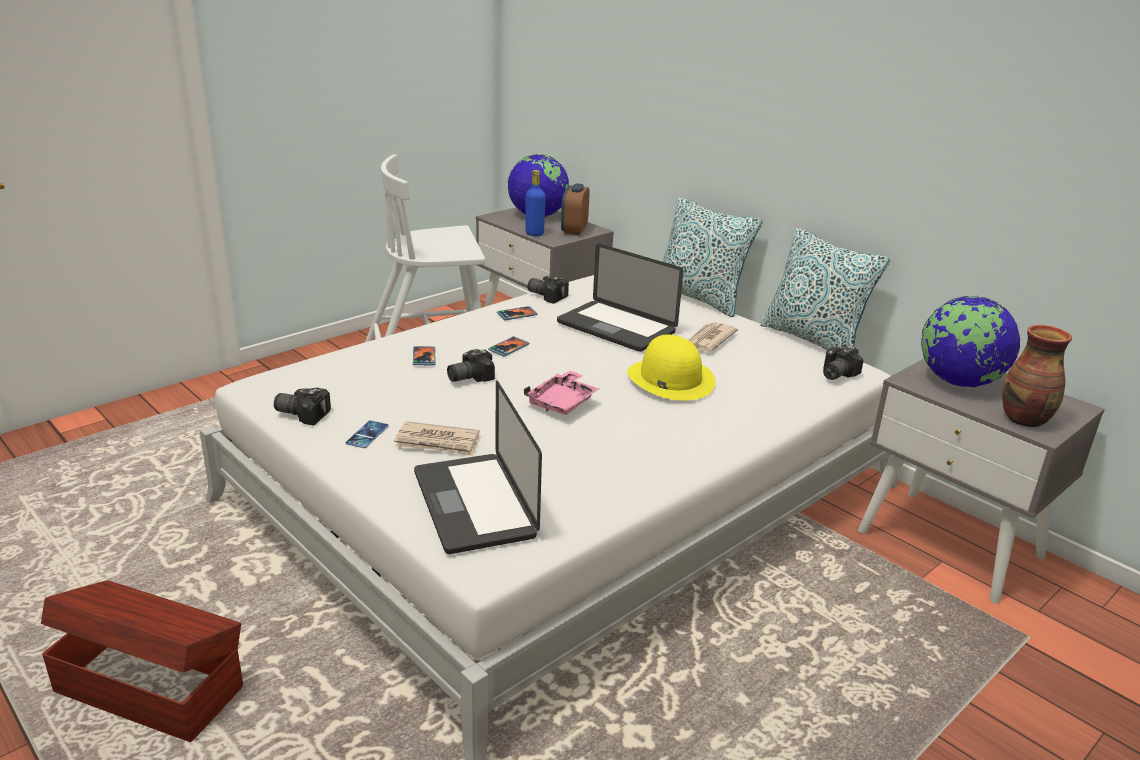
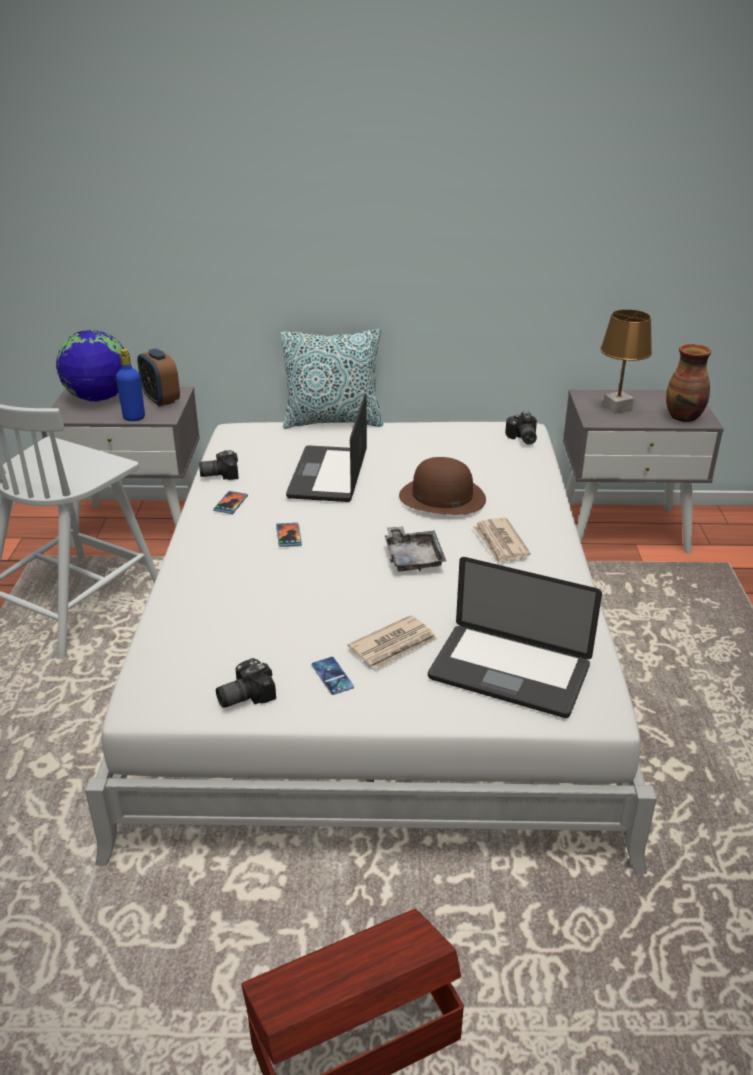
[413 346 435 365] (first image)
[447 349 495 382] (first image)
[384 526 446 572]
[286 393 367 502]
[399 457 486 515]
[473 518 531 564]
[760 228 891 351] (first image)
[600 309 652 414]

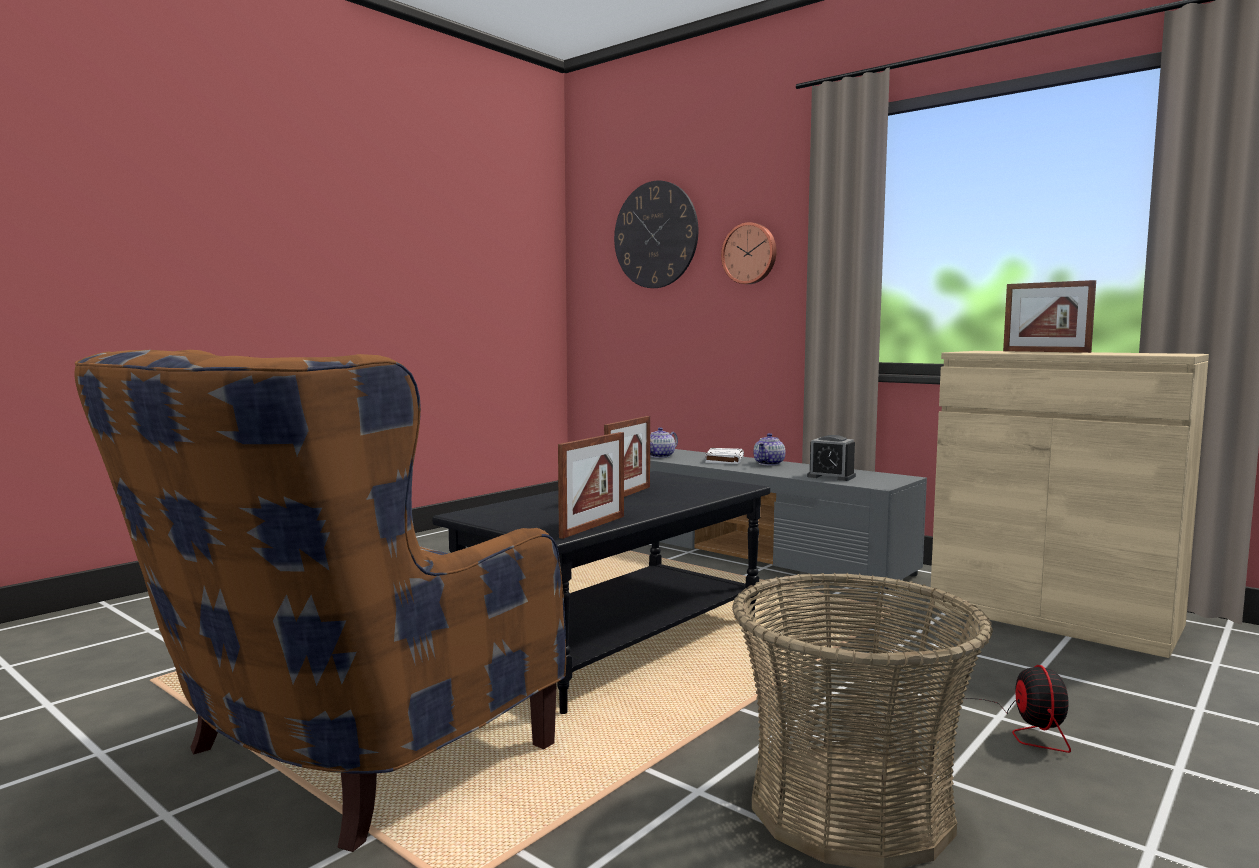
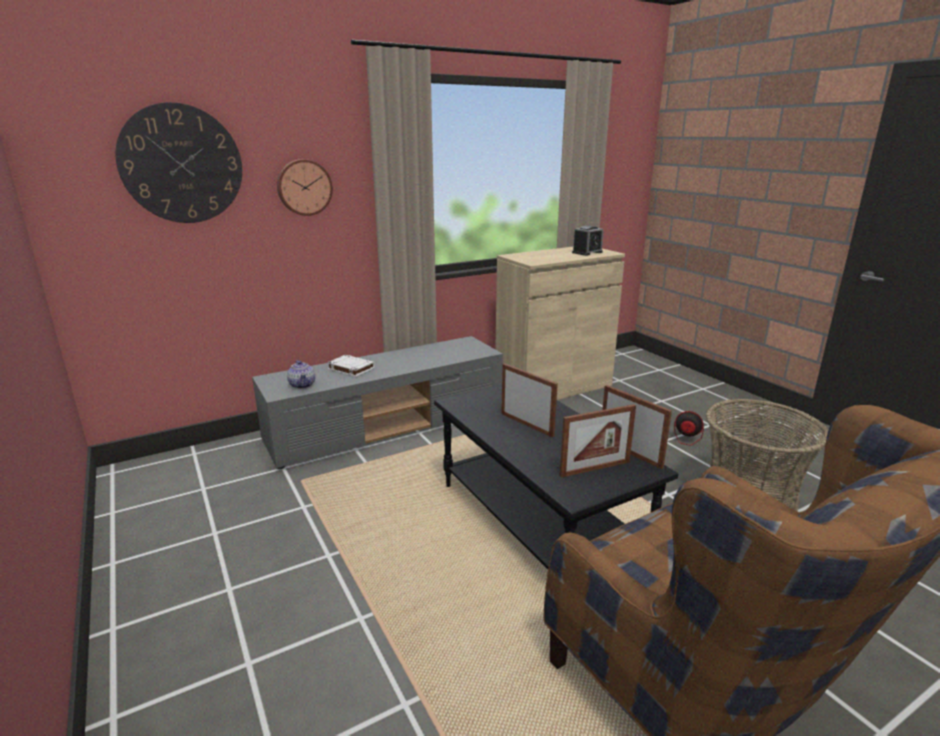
[753 433 785 466] (first image)
[572 225 604 256]
[560 404 636 478]

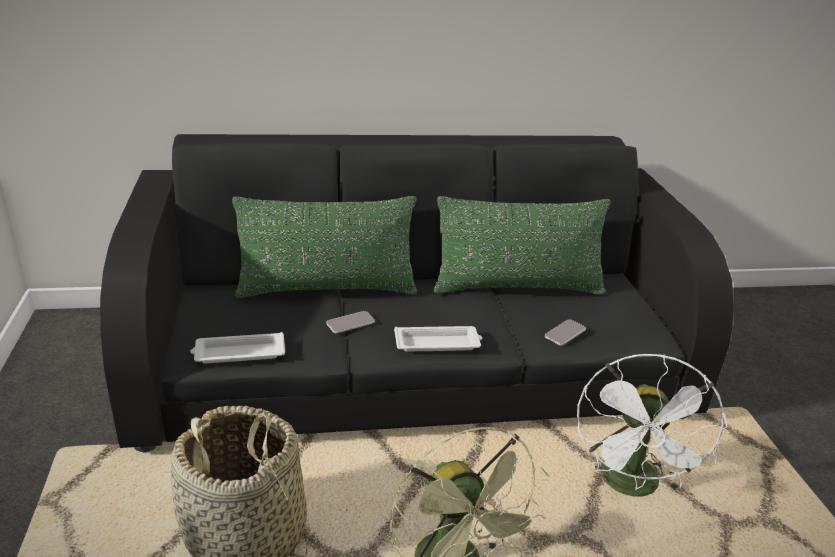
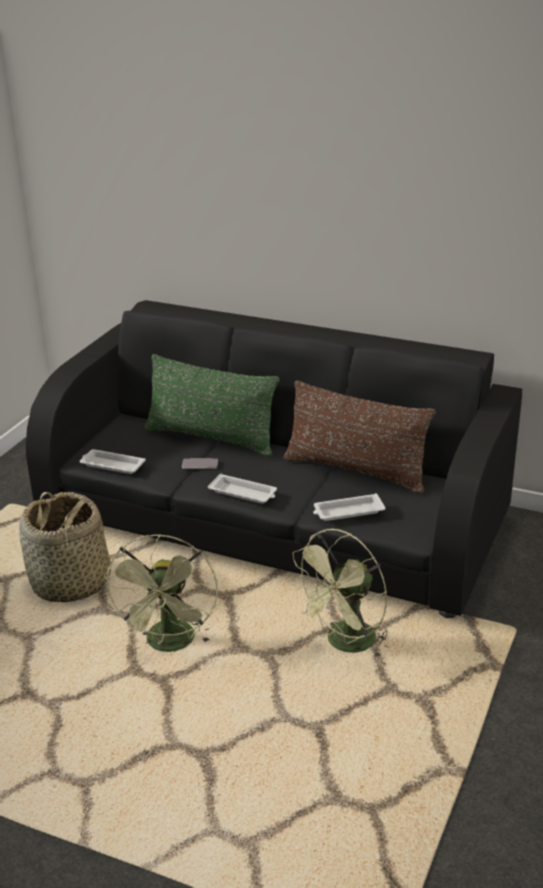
[284 380 436 493]
[313 493 386 521]
[289 529 388 658]

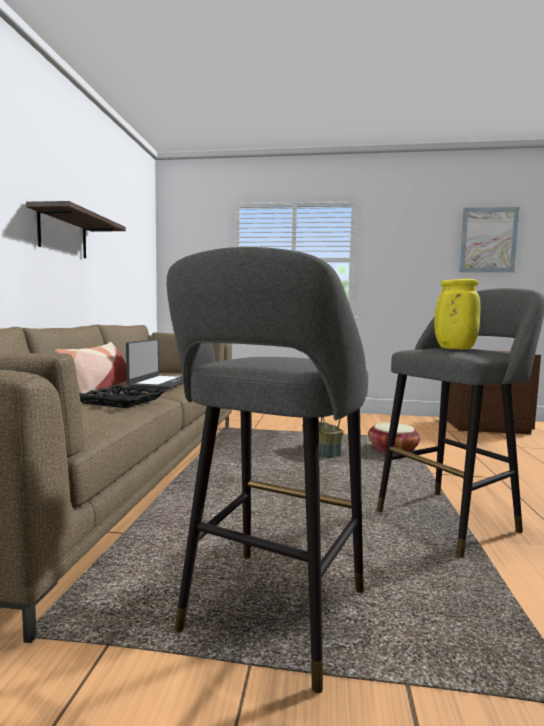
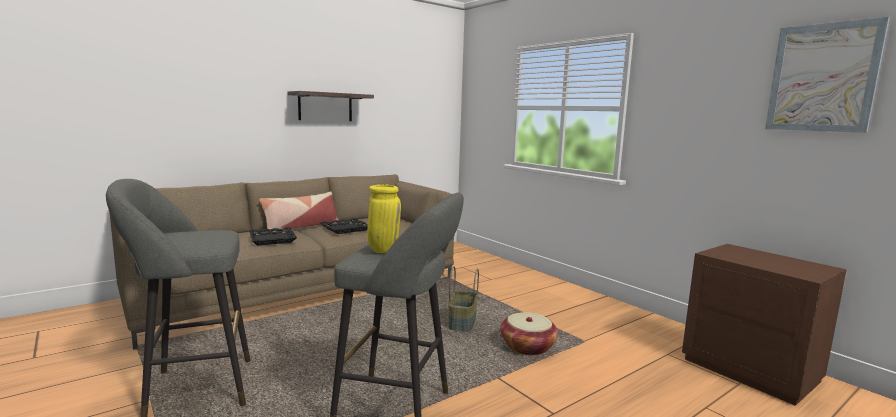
[320 218 368 234]

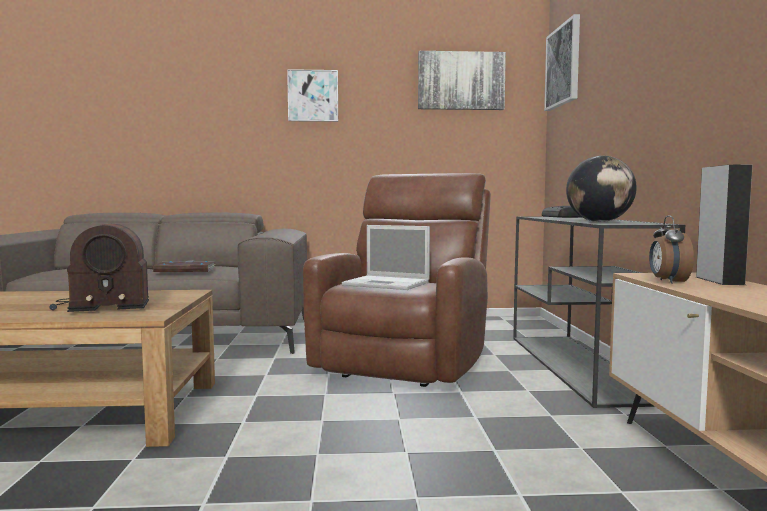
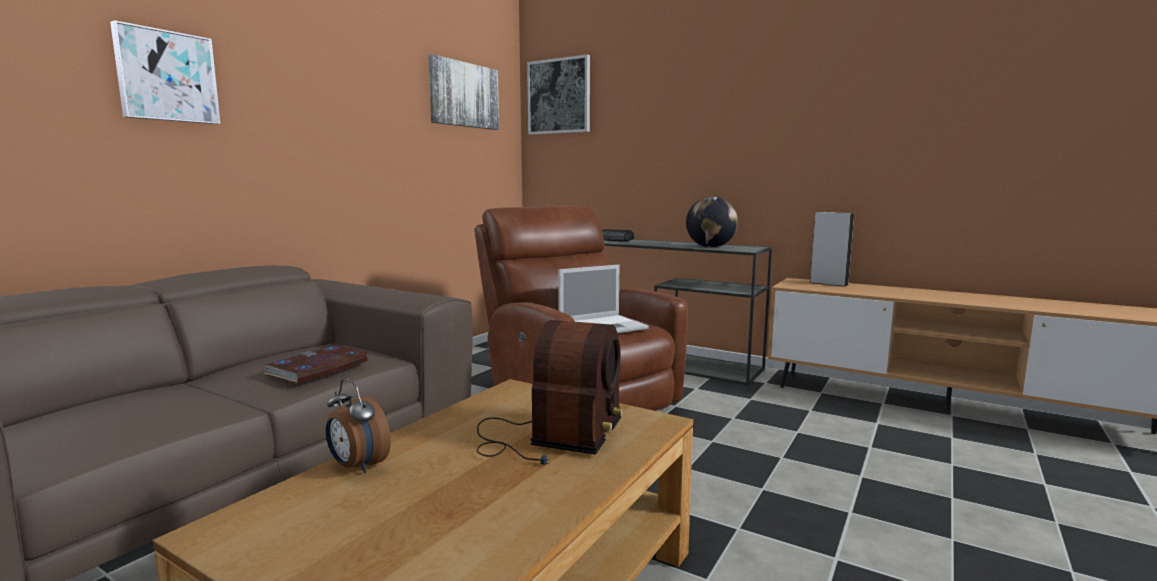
[110 20 220 124]
[326 379 391 473]

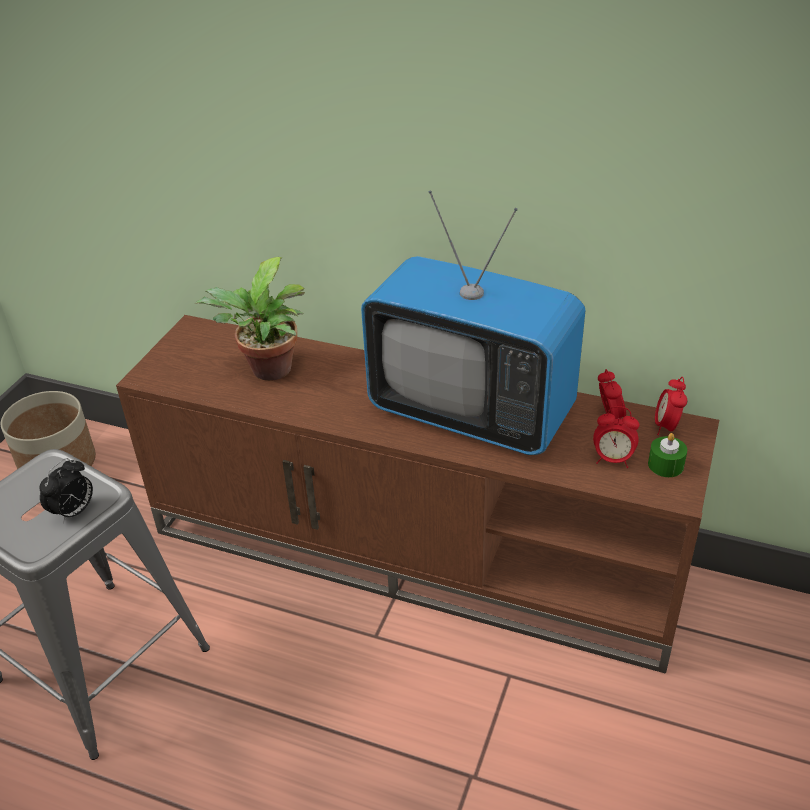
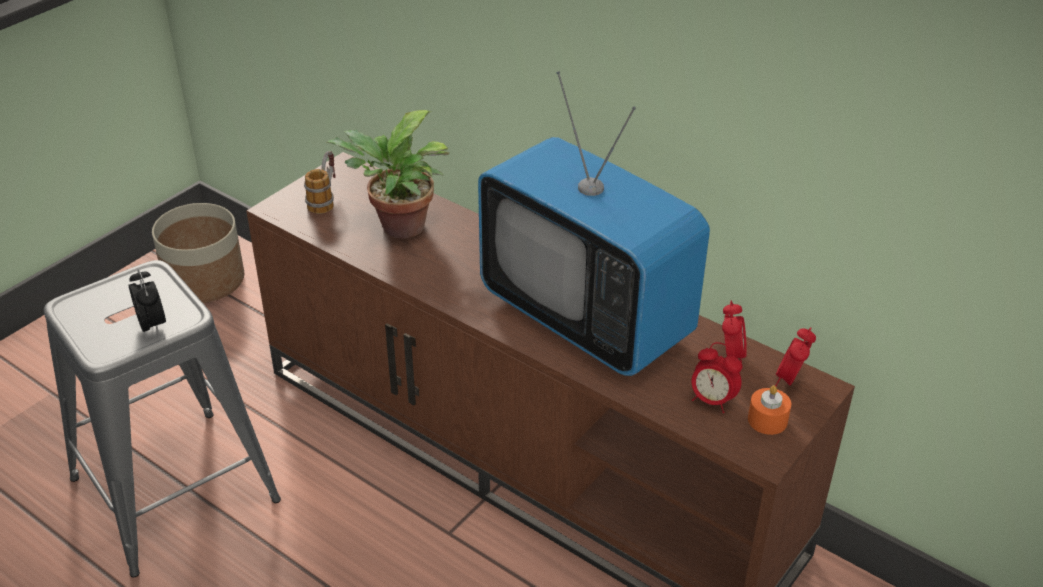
[129 268 166 334]
[748 385 791 435]
[304 151 336 214]

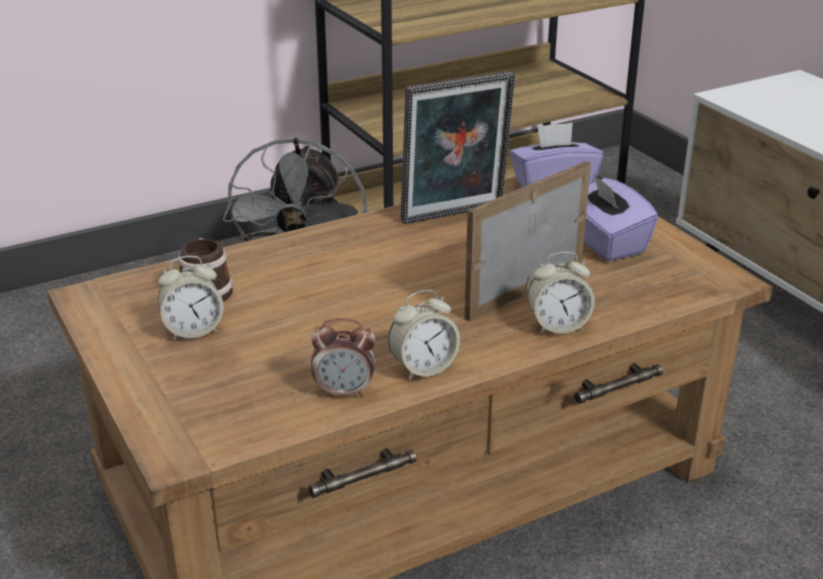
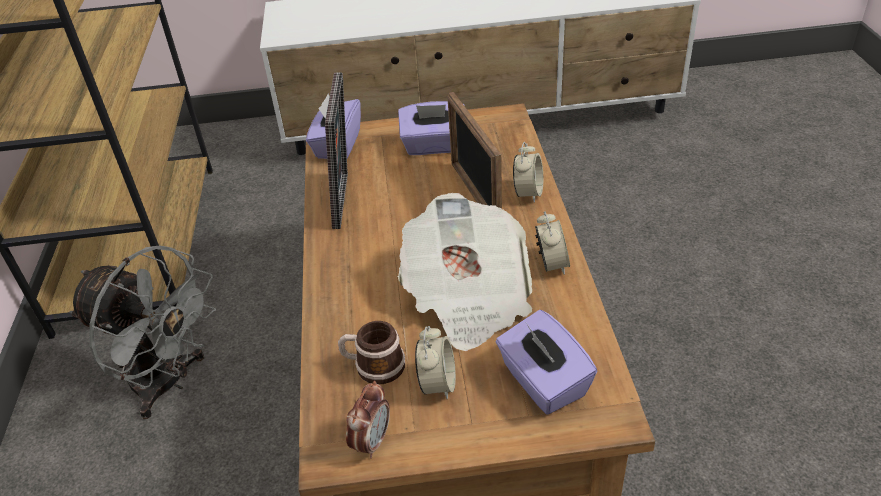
[346 381 390 459]
[398 193 532 351]
[496 310 597 415]

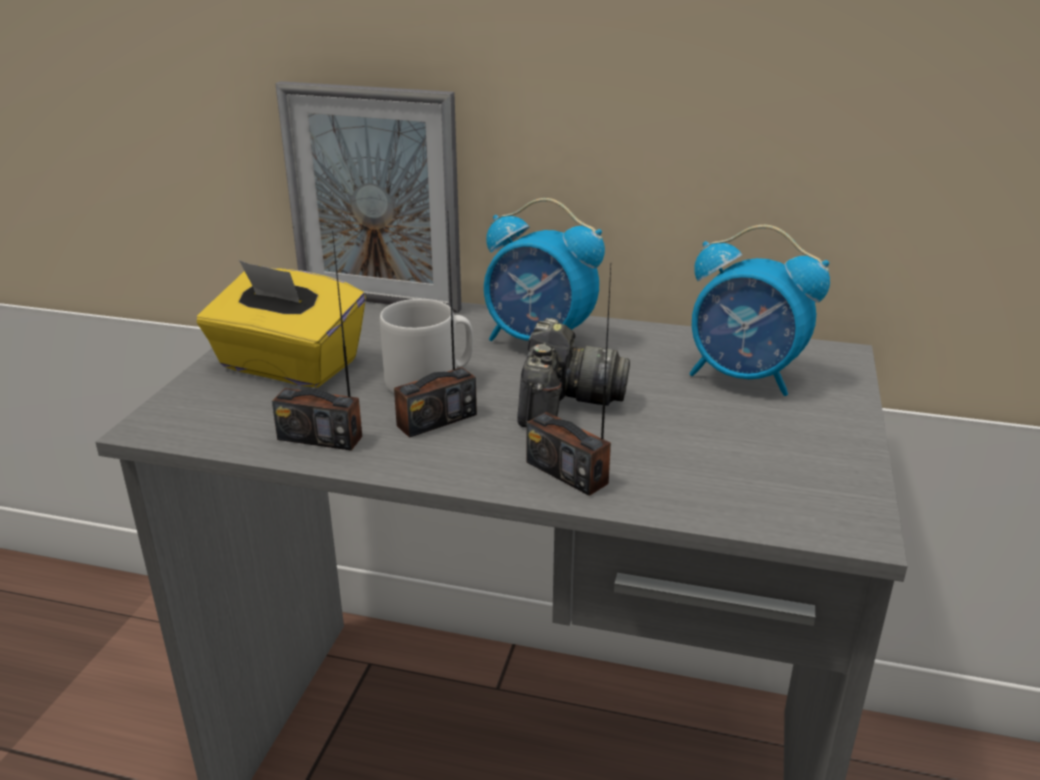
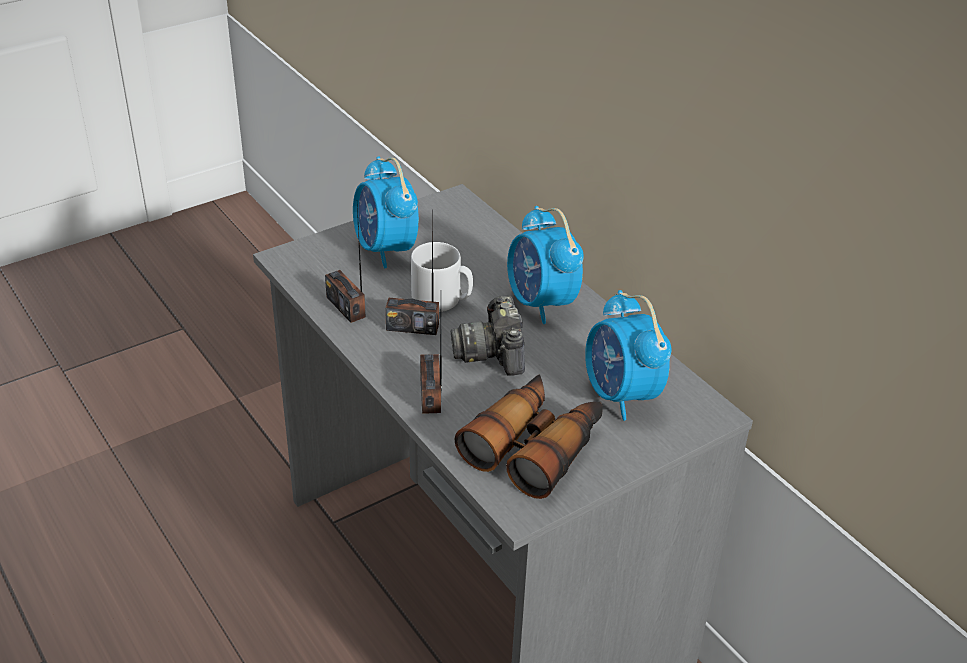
[353 156 419 268]
[275 81 462 313] (first image)
[451 295 525 376]
[454 374 603 499]

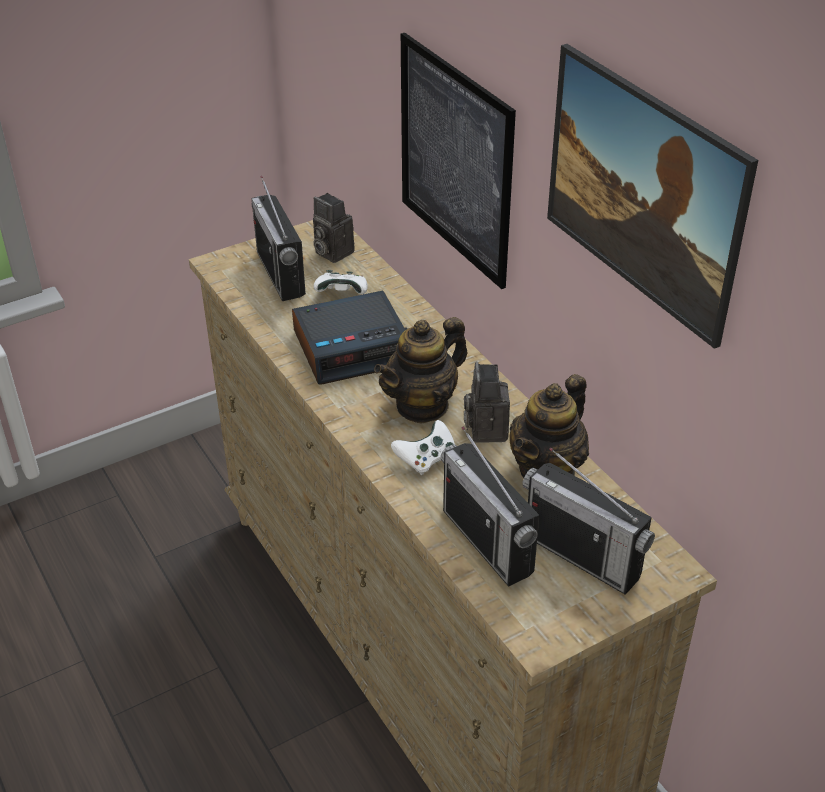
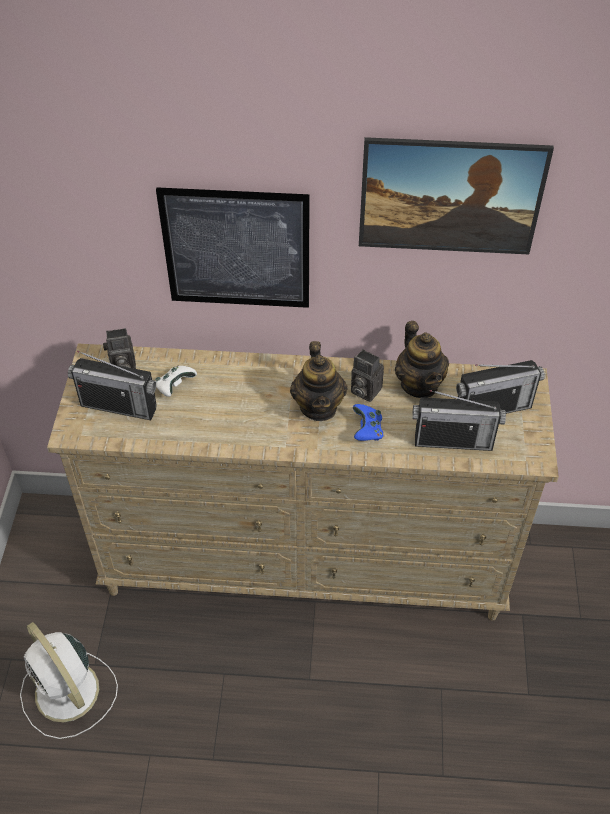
[292 291 407 385] (first image)
[353 404 383 441]
[20 622 118 739]

